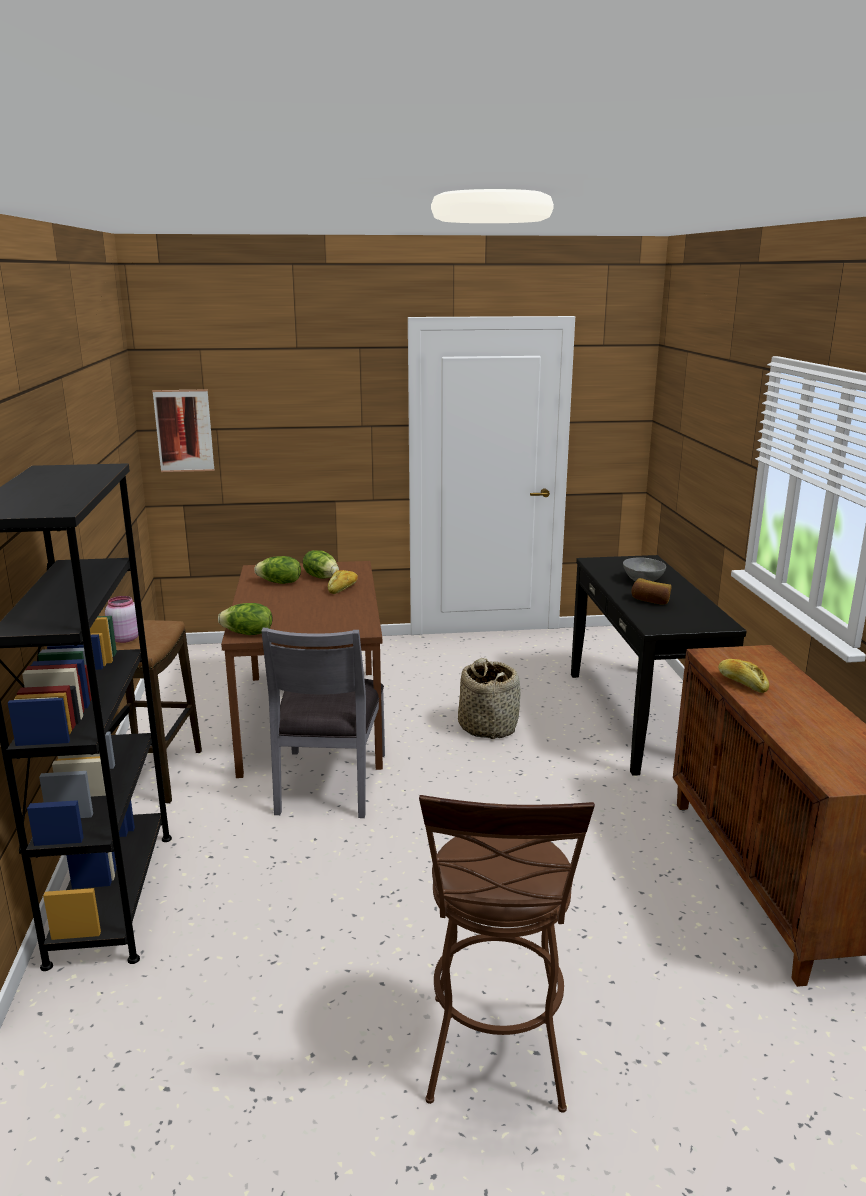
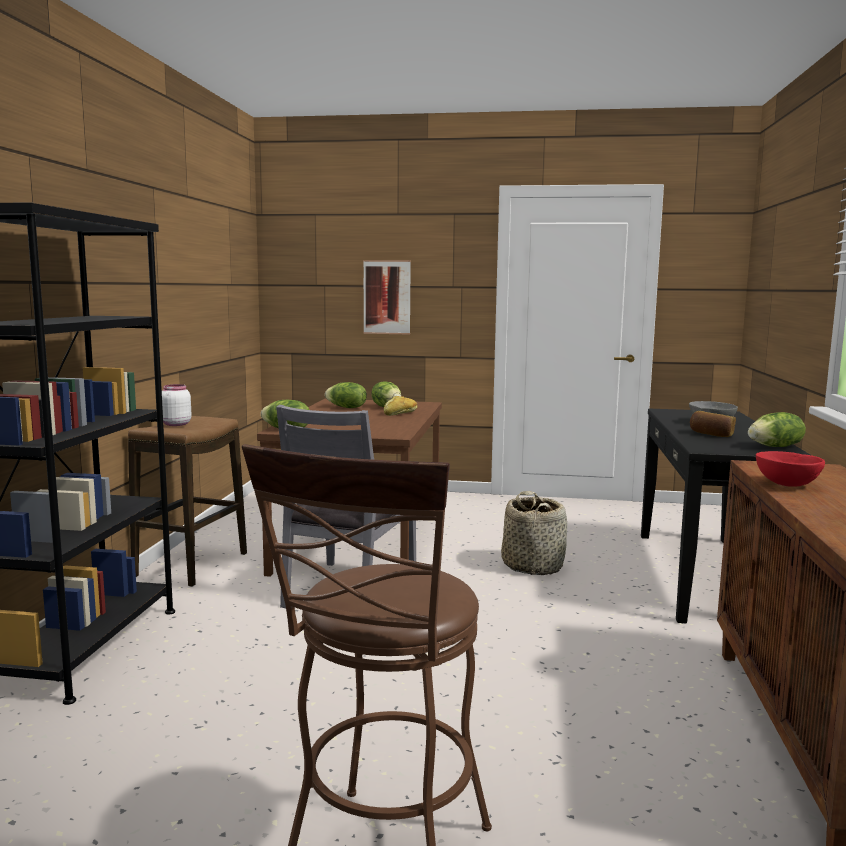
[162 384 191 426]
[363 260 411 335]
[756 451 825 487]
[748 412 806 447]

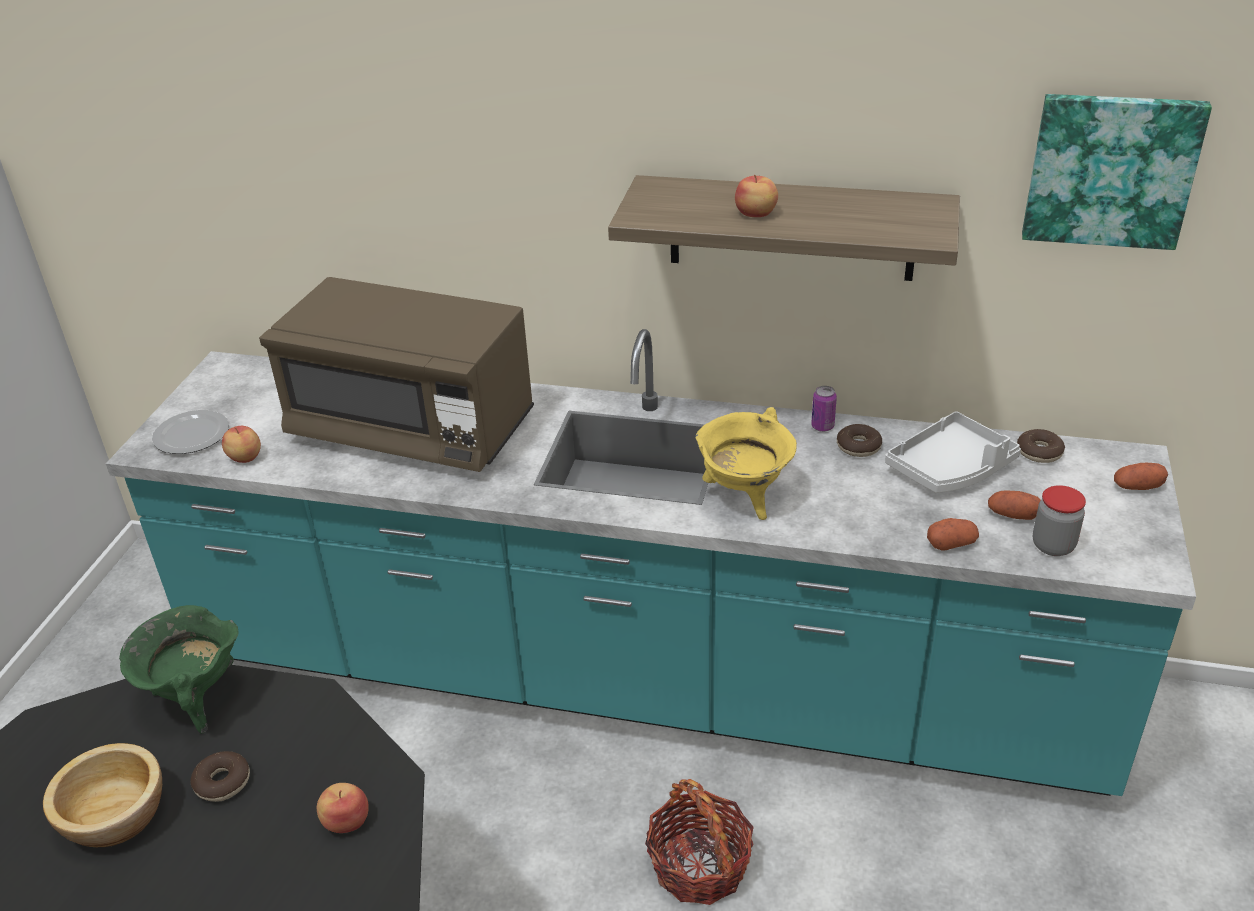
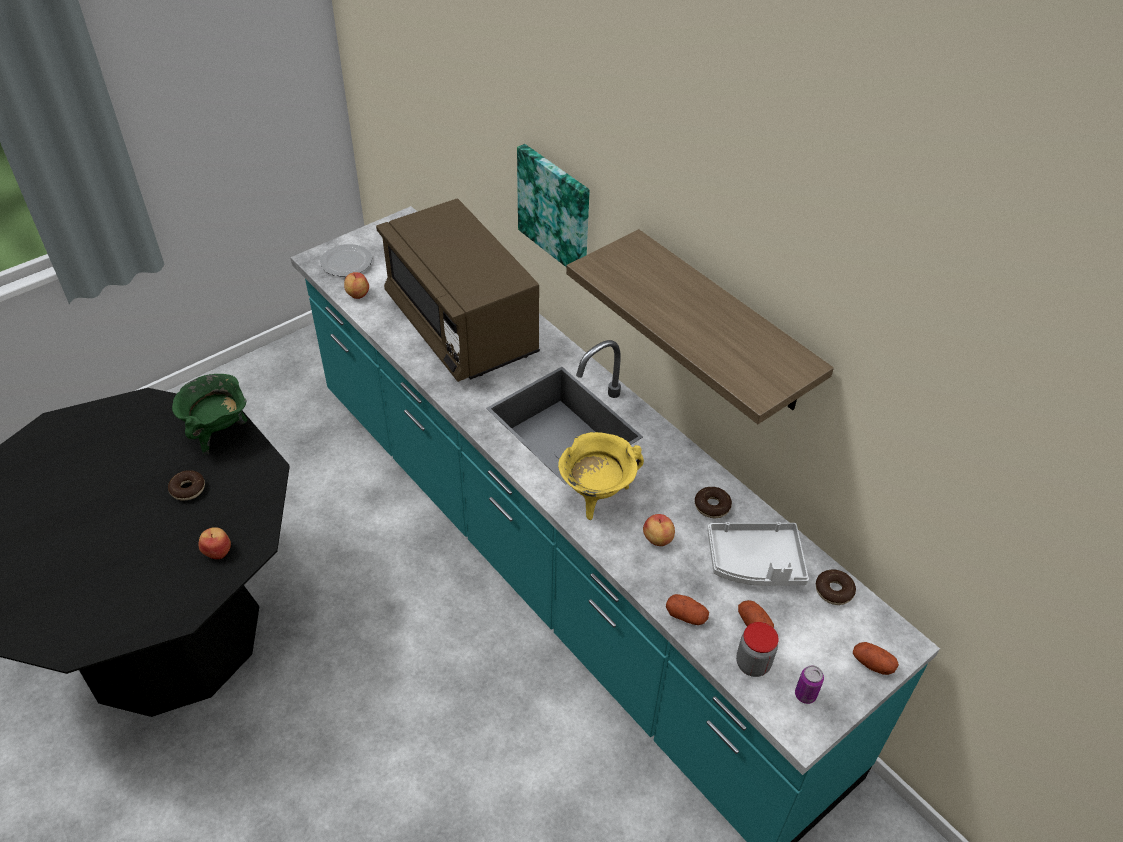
[43 743 162 847] (first image)
[645 779 754 905] (first image)
[643 514 675 546]
[795 665 824 704]
[517 144 590 267]

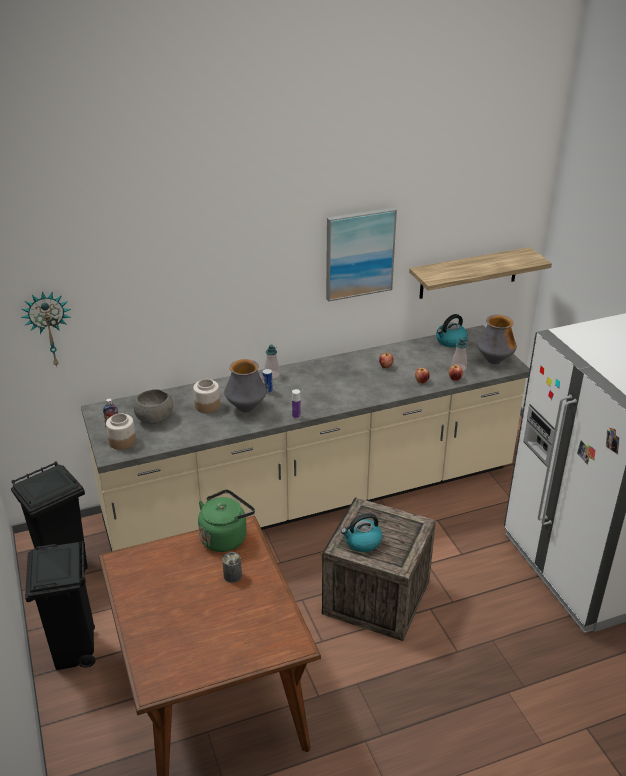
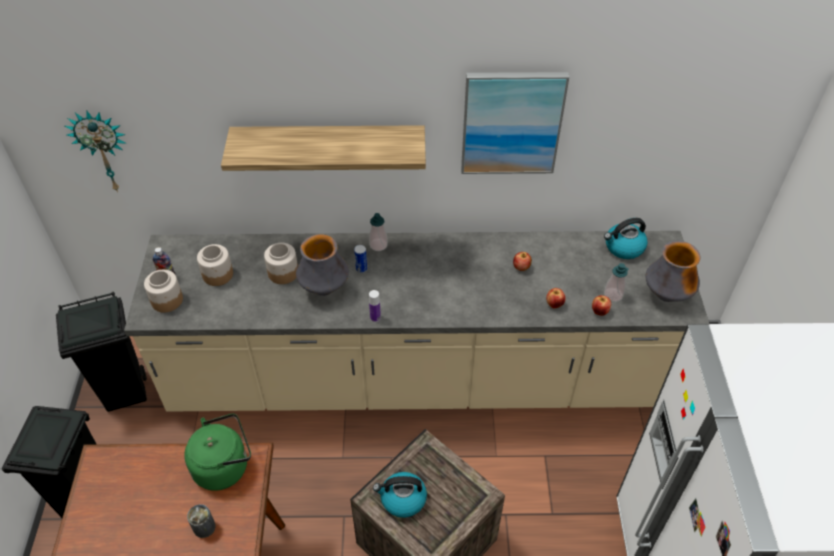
[197 244 233 286]
[221 125 426 171]

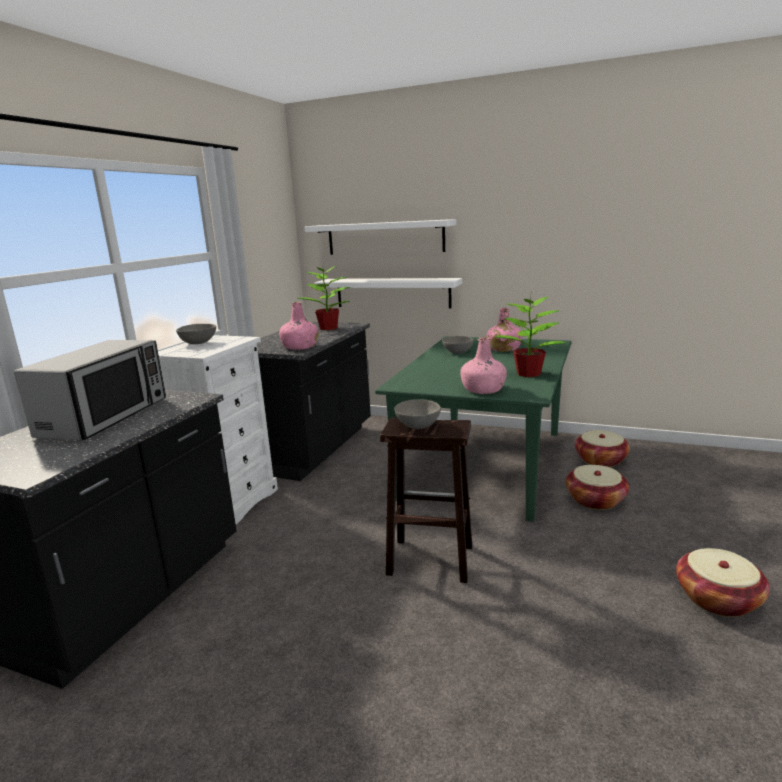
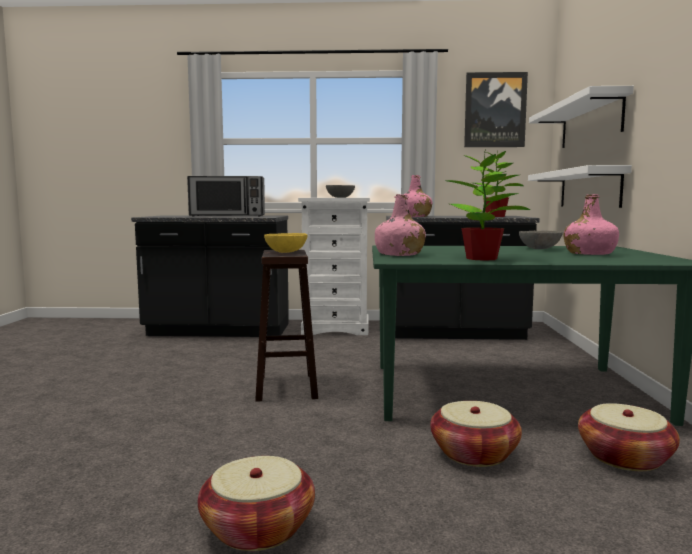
[264 233 307 253]
[464 72 528 147]

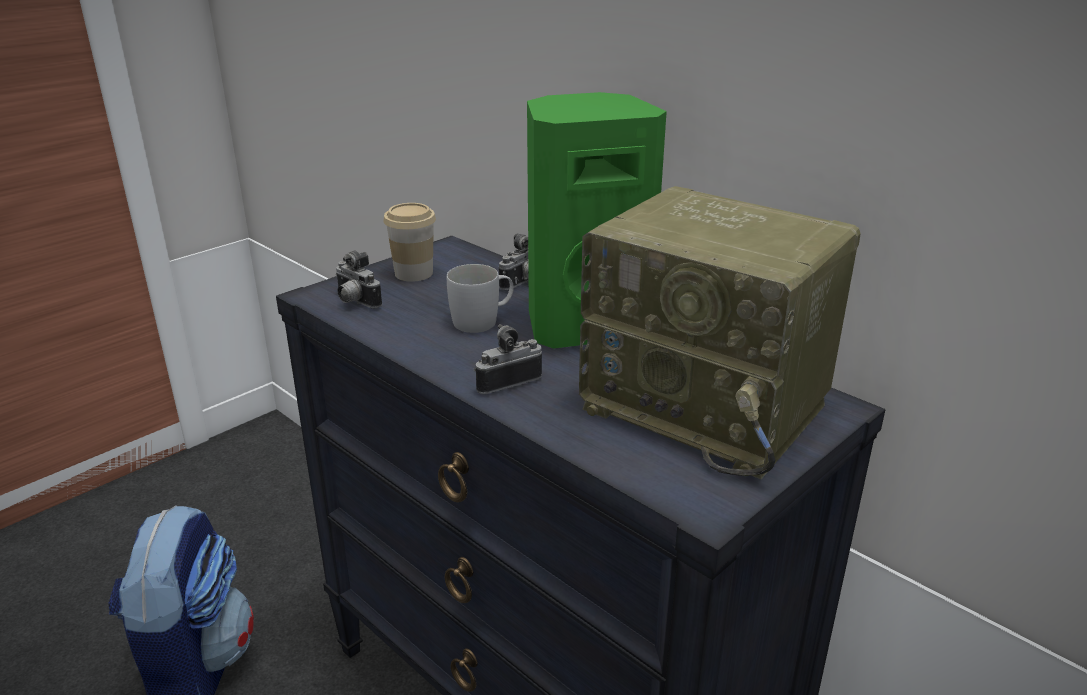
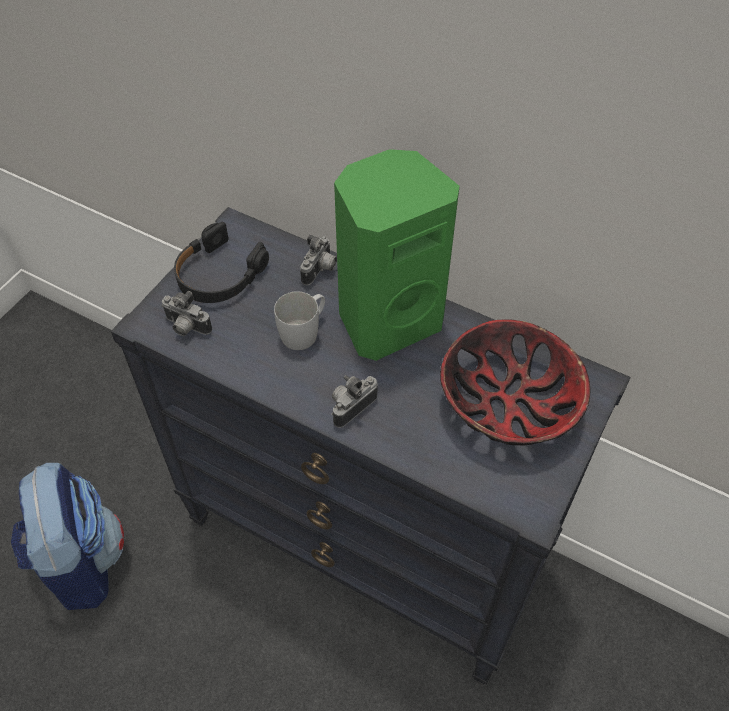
[174 222 269 303]
[440 320 591 445]

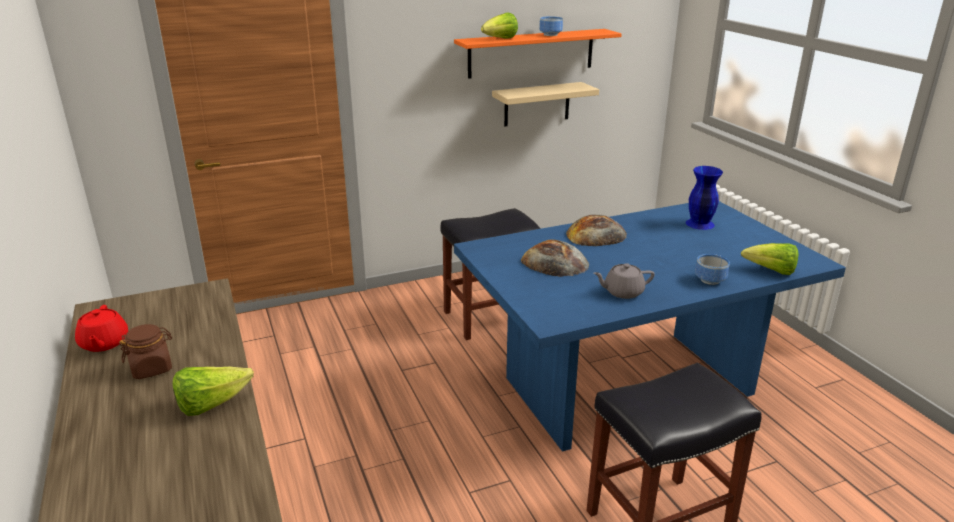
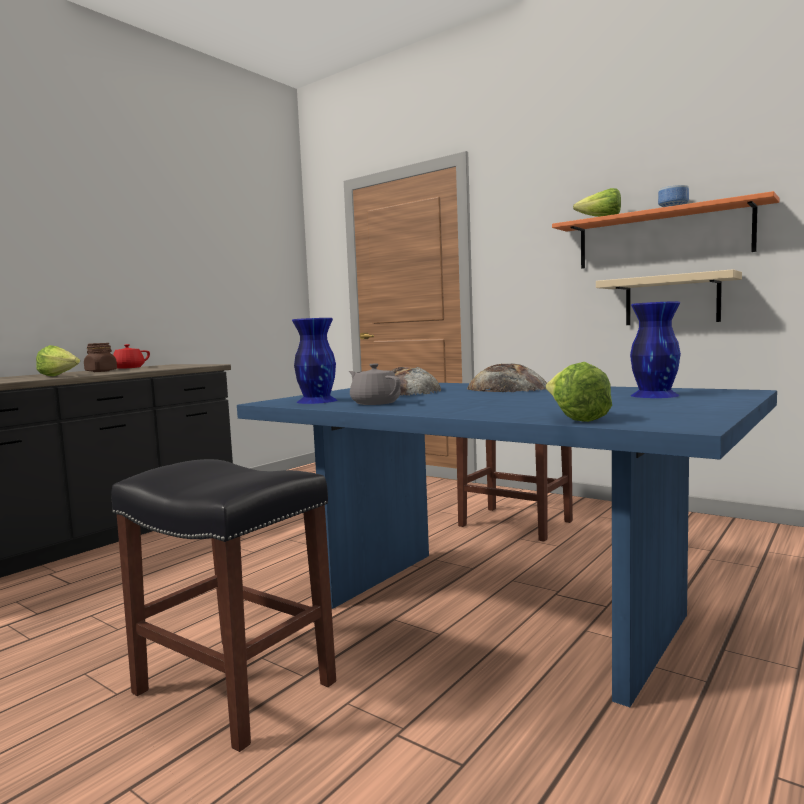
[695 254 730 285] (first image)
[292 318 337 404]

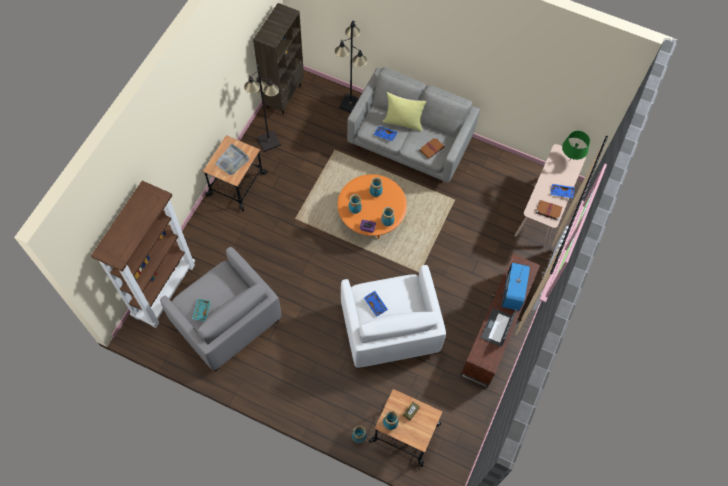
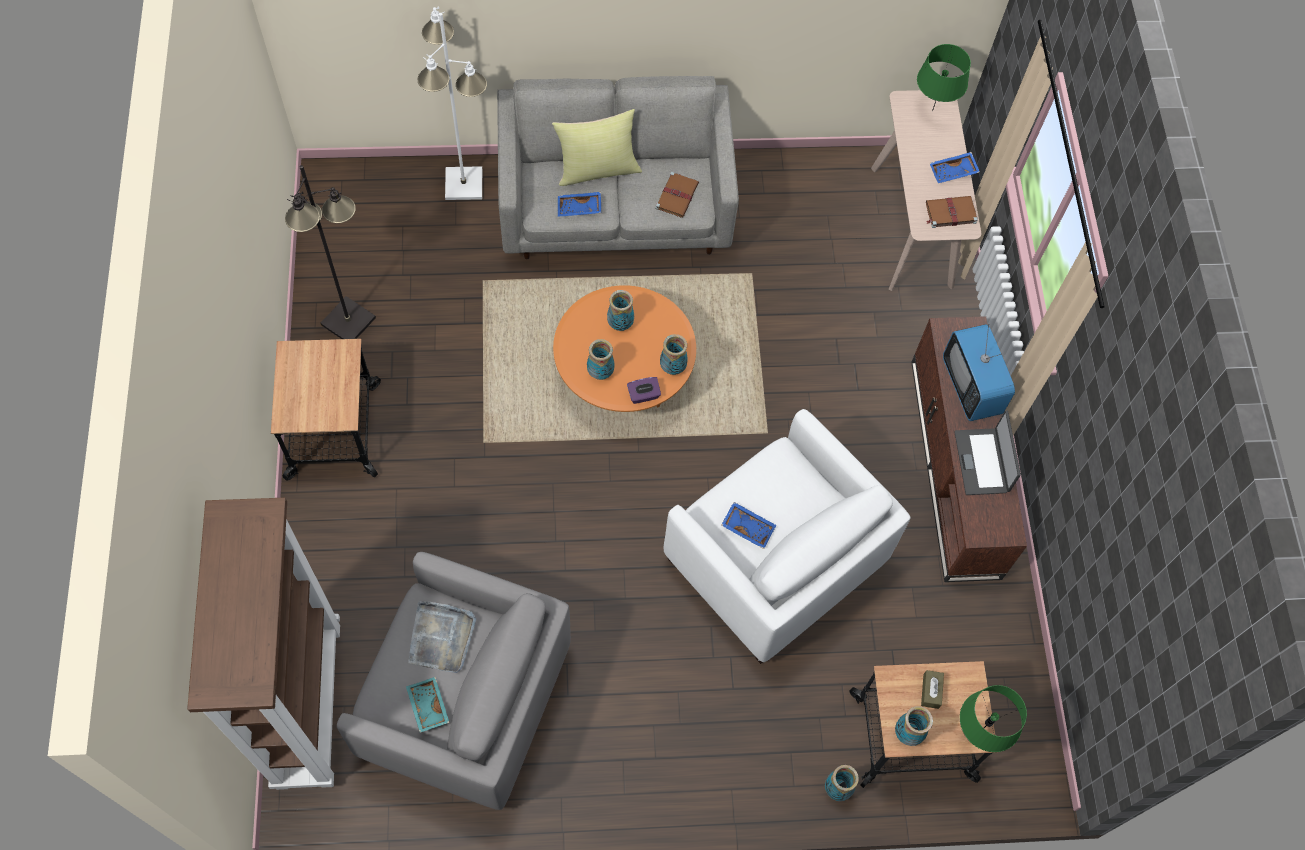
[408 601 476 673]
[253 3 304 115] (first image)
[417 7 487 200]
[960 685 1027 752]

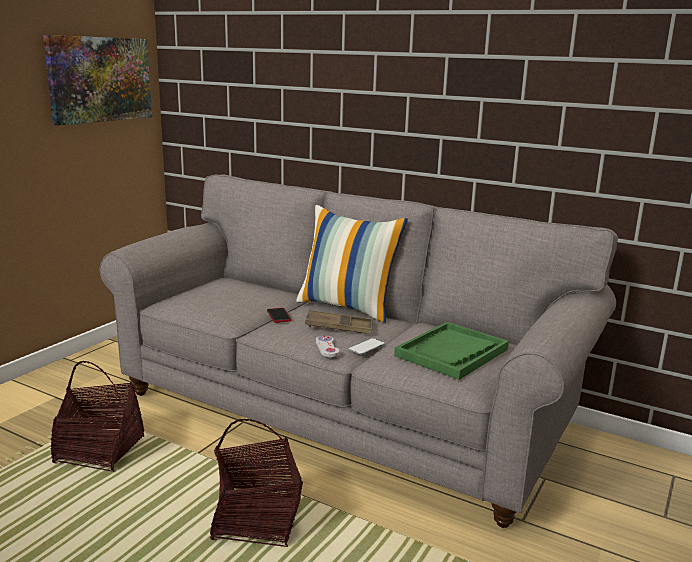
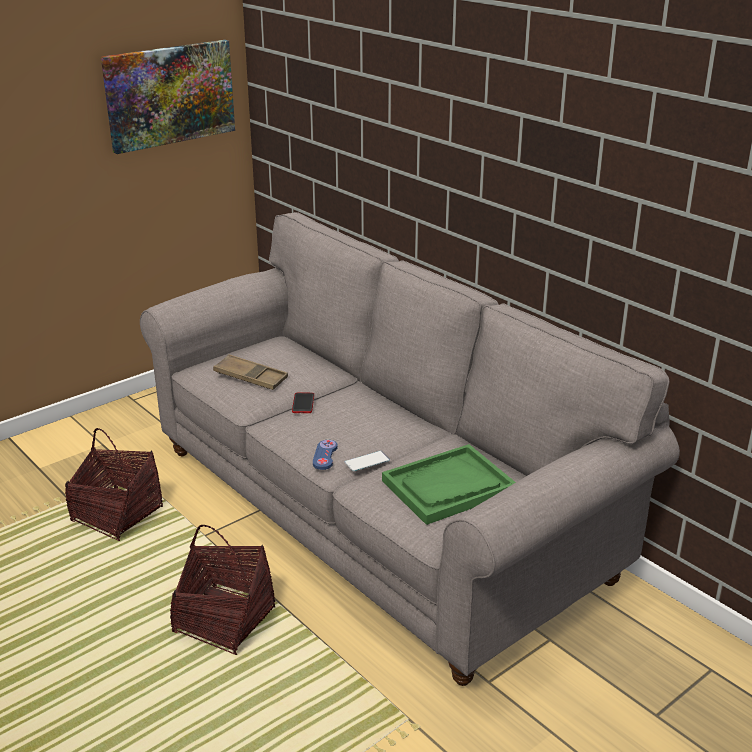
[296 205 408 323] (first image)
[213 354 288 390]
[313 440 338 470]

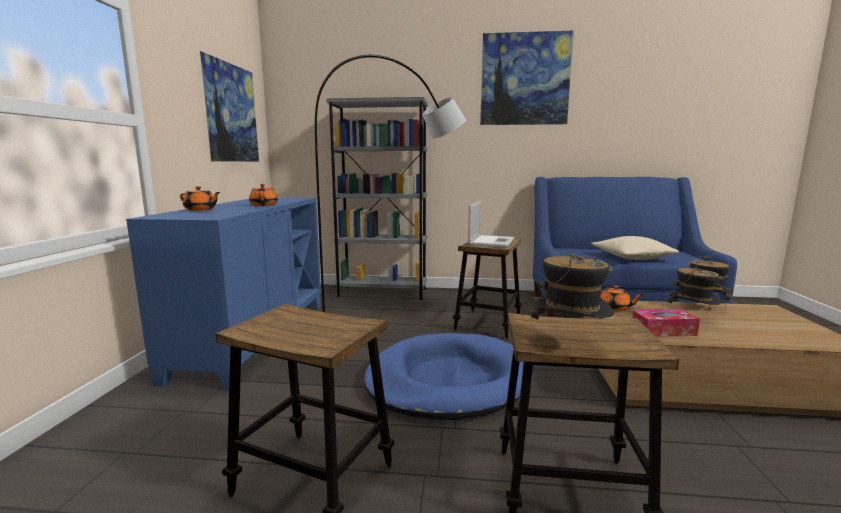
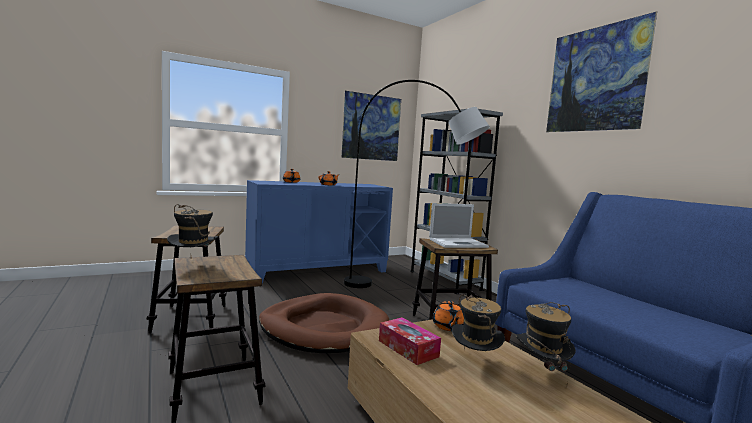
[259 293 389 353]
[591 236 679 260] (first image)

